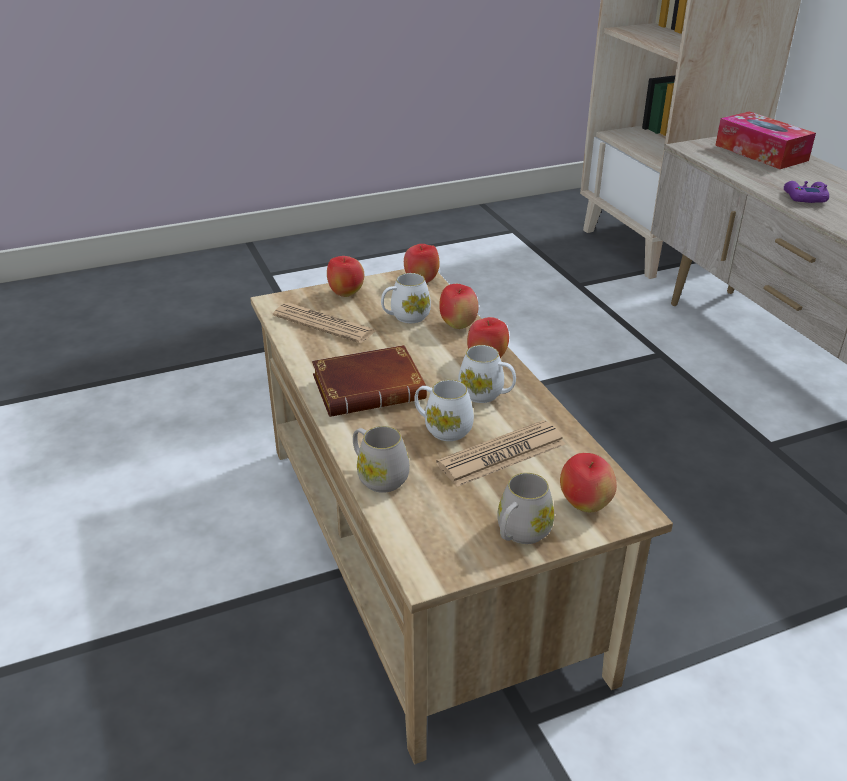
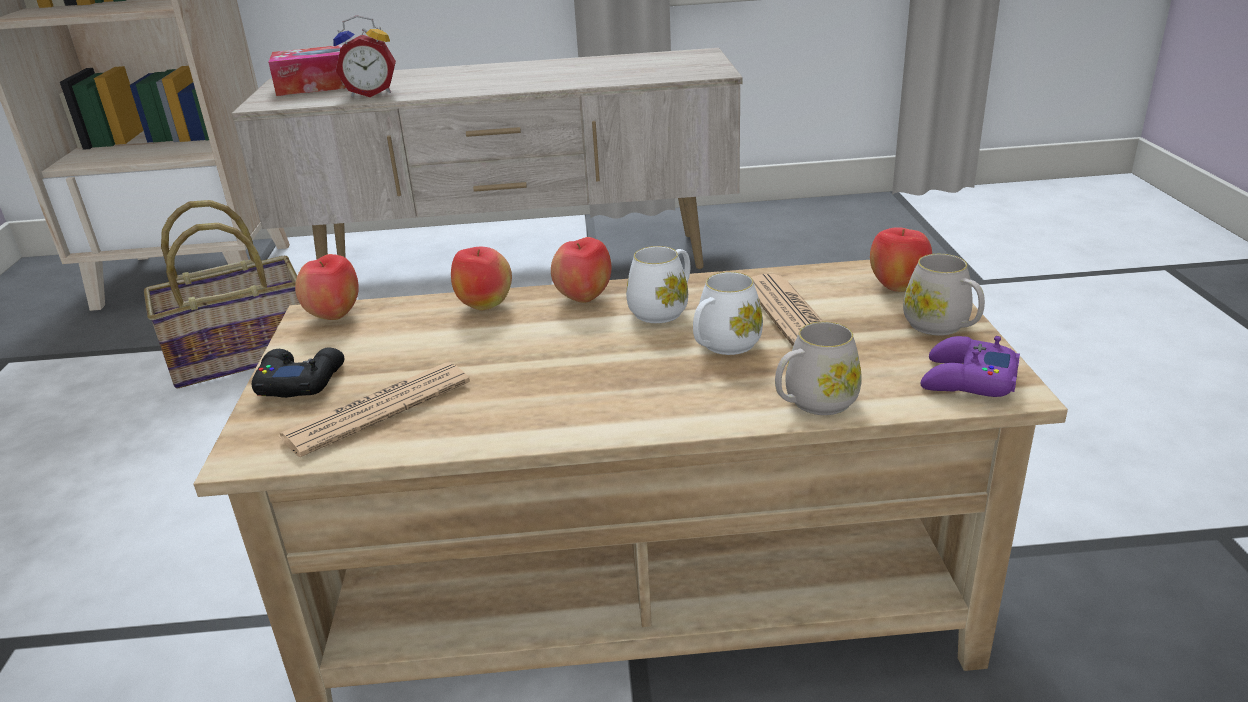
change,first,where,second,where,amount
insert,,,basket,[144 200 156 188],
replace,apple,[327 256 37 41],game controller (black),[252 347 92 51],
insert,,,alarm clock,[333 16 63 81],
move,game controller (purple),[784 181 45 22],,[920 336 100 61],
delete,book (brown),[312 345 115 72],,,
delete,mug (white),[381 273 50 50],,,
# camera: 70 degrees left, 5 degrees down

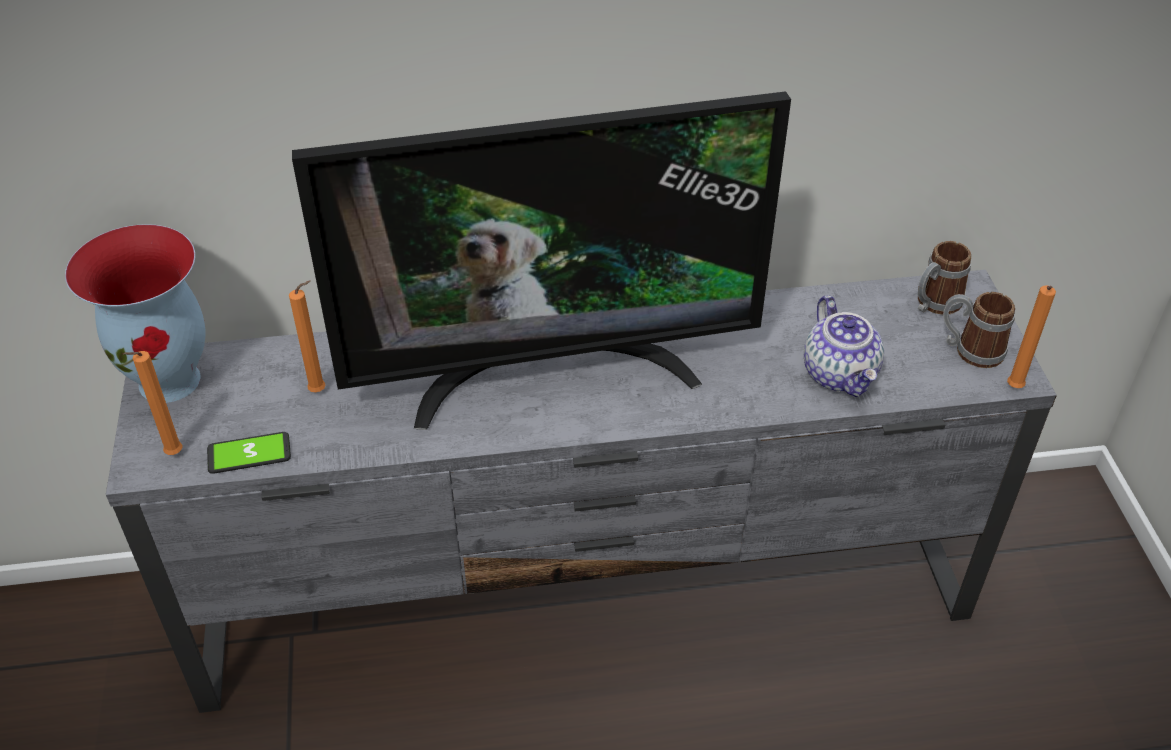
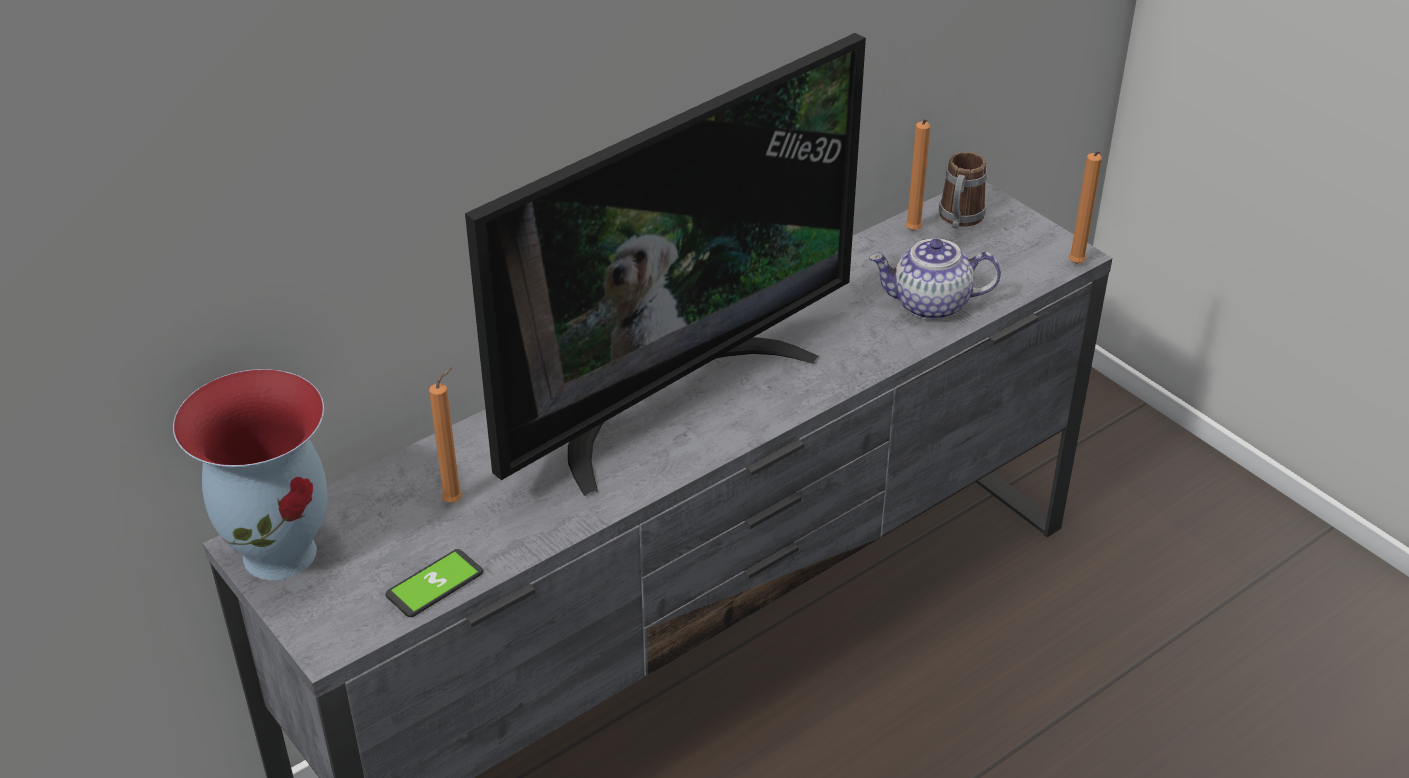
change,first,where,second,where,amount
rotate,teapot,[804 295 80 102],,[869 239 132 81],135 degrees clockwise
move,candle (orange),[123 351 60 104],,[905 119 26 112],
delete,mug,[943 292 72 76],,,
# camera: 30 degrees left, 5 degrees down

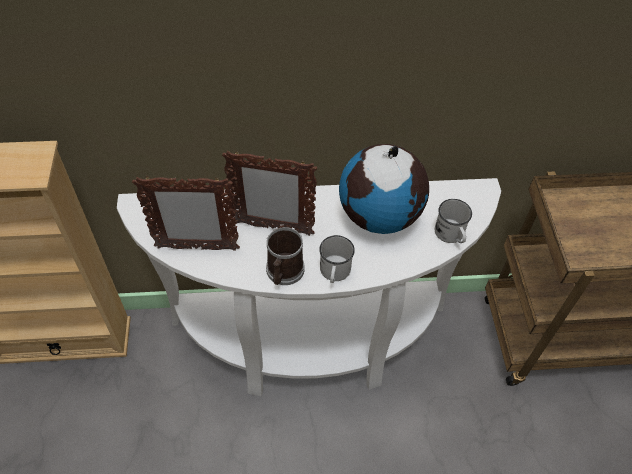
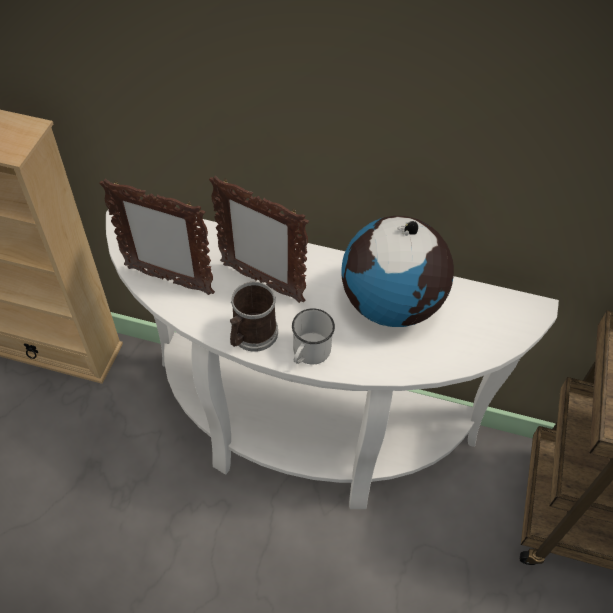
change,first,where,second,where,amount
delete,mug (white),[435 199 37 44],,,
# camera: 20 degrees right, 0 degrees up

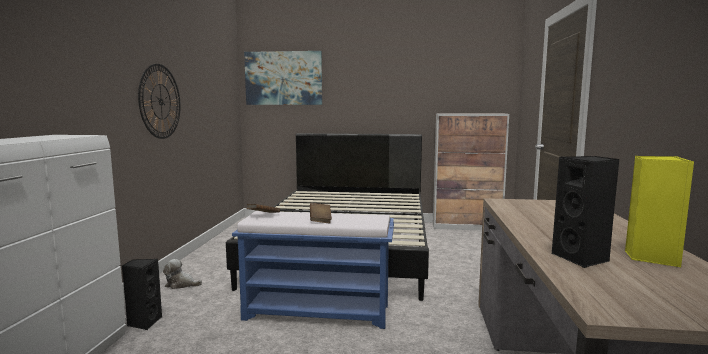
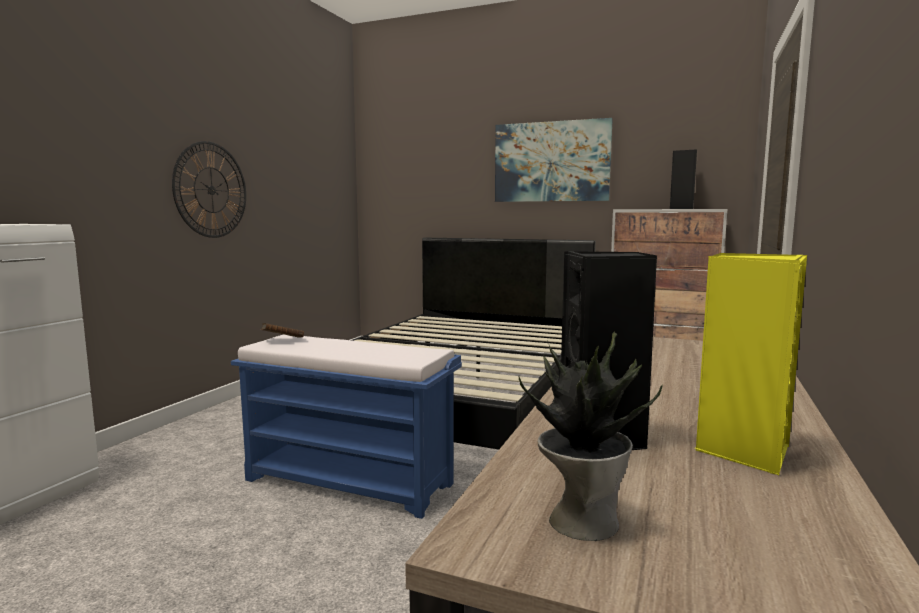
change,first,where,second,where,amount
move,picture,[244 51 78 54],,[495 118 118 84],
insert,,,potted plant,[519 332 144 209],
move,speaker (black),[122 259 40 71],,[670 149 27 60],
delete,plush toy,[163 259 39 30],,,
delete,book (brown),[310 203 22 20],,,
# camera: 15 degrees right, 0 degrees up

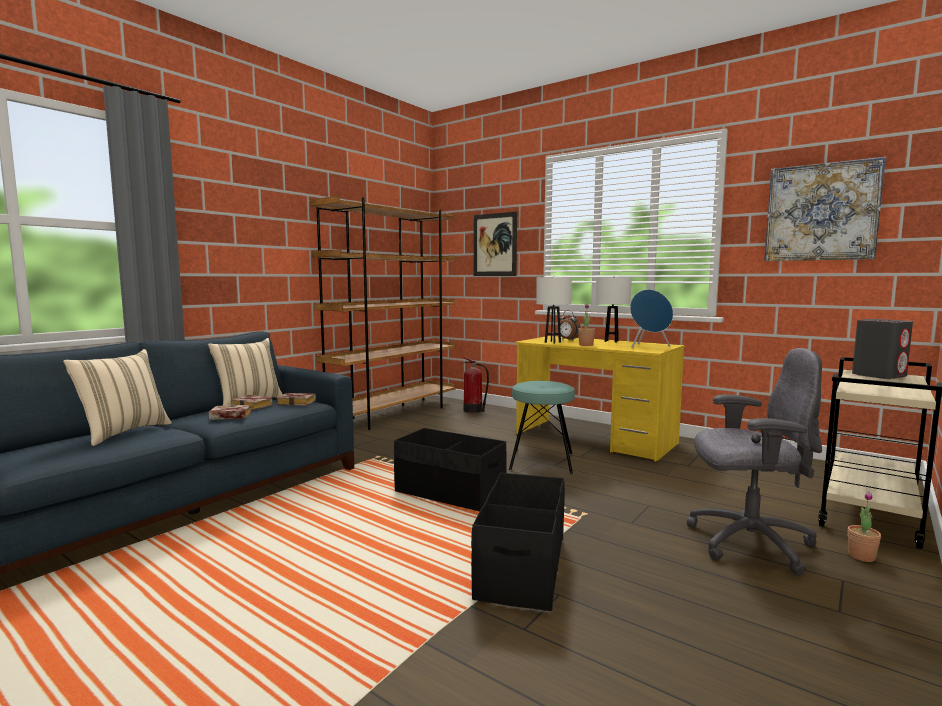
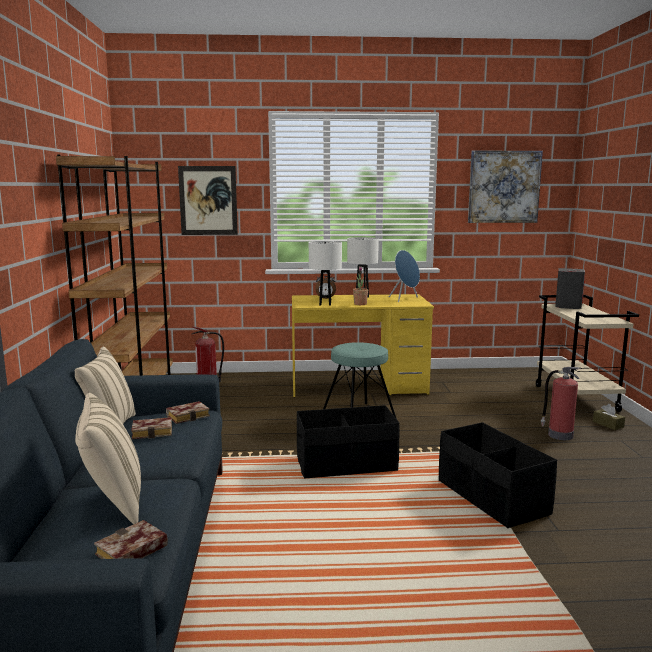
change,first,where,second,where,amount
move,book,[208 404 44 16],,[94 520 74 39],
replace,office chair (grey),[686 348 136 228],fire extinguisher,[541 367 40 73],
replace,potted plant,[848 491 33 71],tissue box (brown),[593 404 32 26],
# camera: 40 degrees left, 5 degrees up

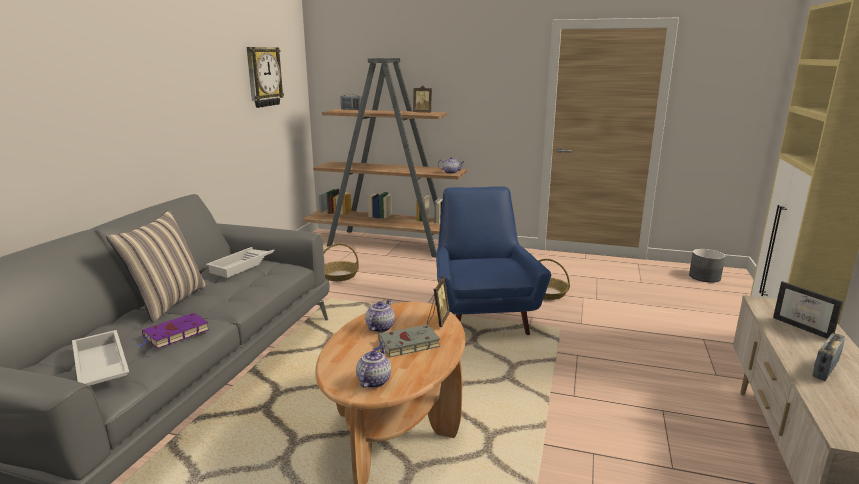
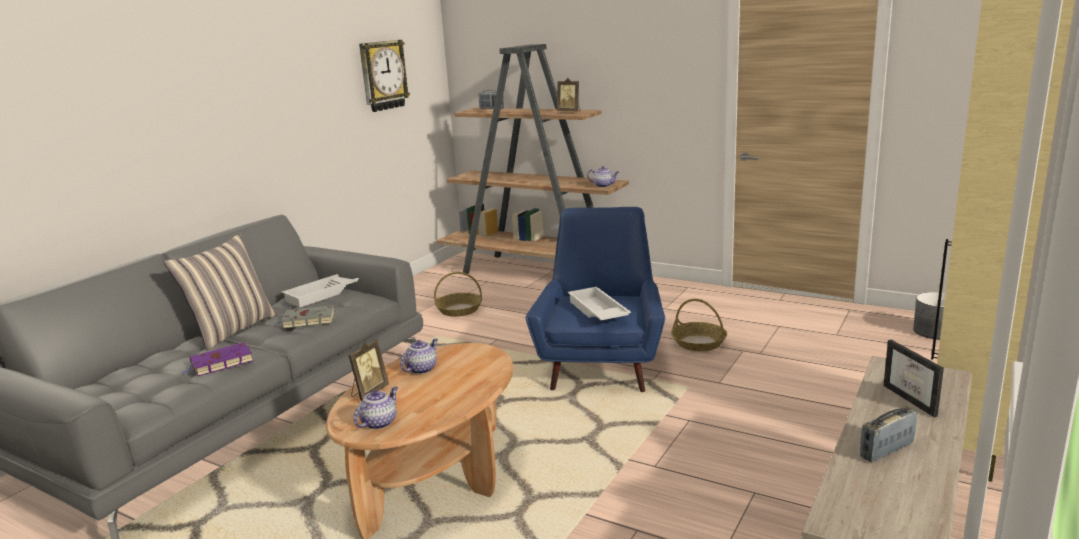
change,first,where,second,where,amount
move,book (grey),[373 324 67 33],,[276 305 59 23],
move,picture frame,[427 276 23 51],,[349 340 40 61],
move,tray (white),[72 330 58 56],,[568 287 63 33],
# camera: 15 degrees right, 0 degrees up

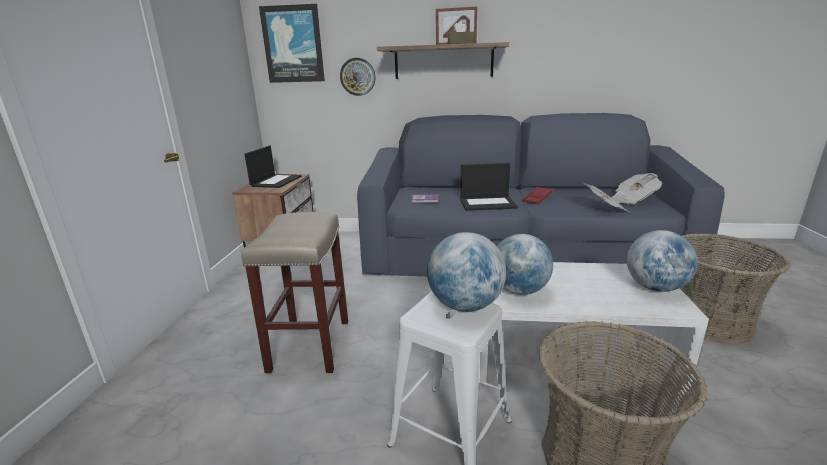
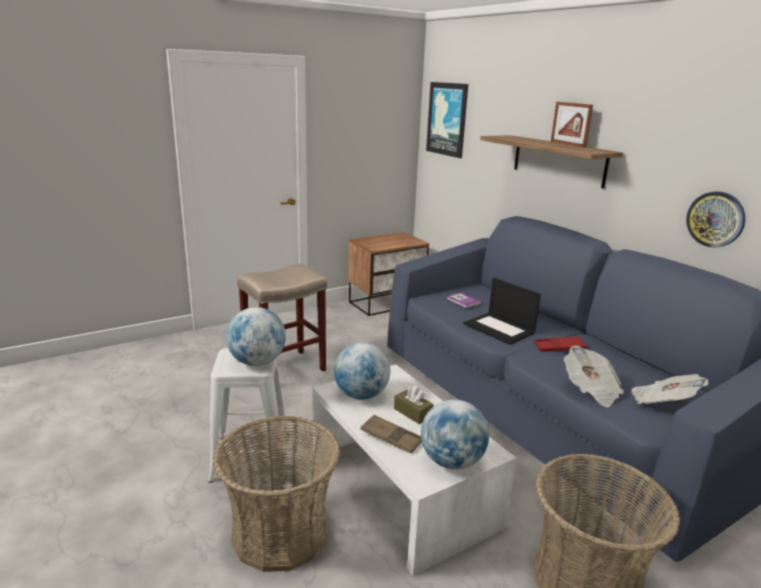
change,first,where,second,where,amount
insert,,,tray (brown),[361 415 61 39],
move,tissue box (brown),[448 21 26 23],,[394 386 39 38],
move,wall clock,[340 58 36 38],,[686 191 59 56],
delete,laptop,[244 145 57 43],,,
# camera: 50 degrees right, 0 degrees up

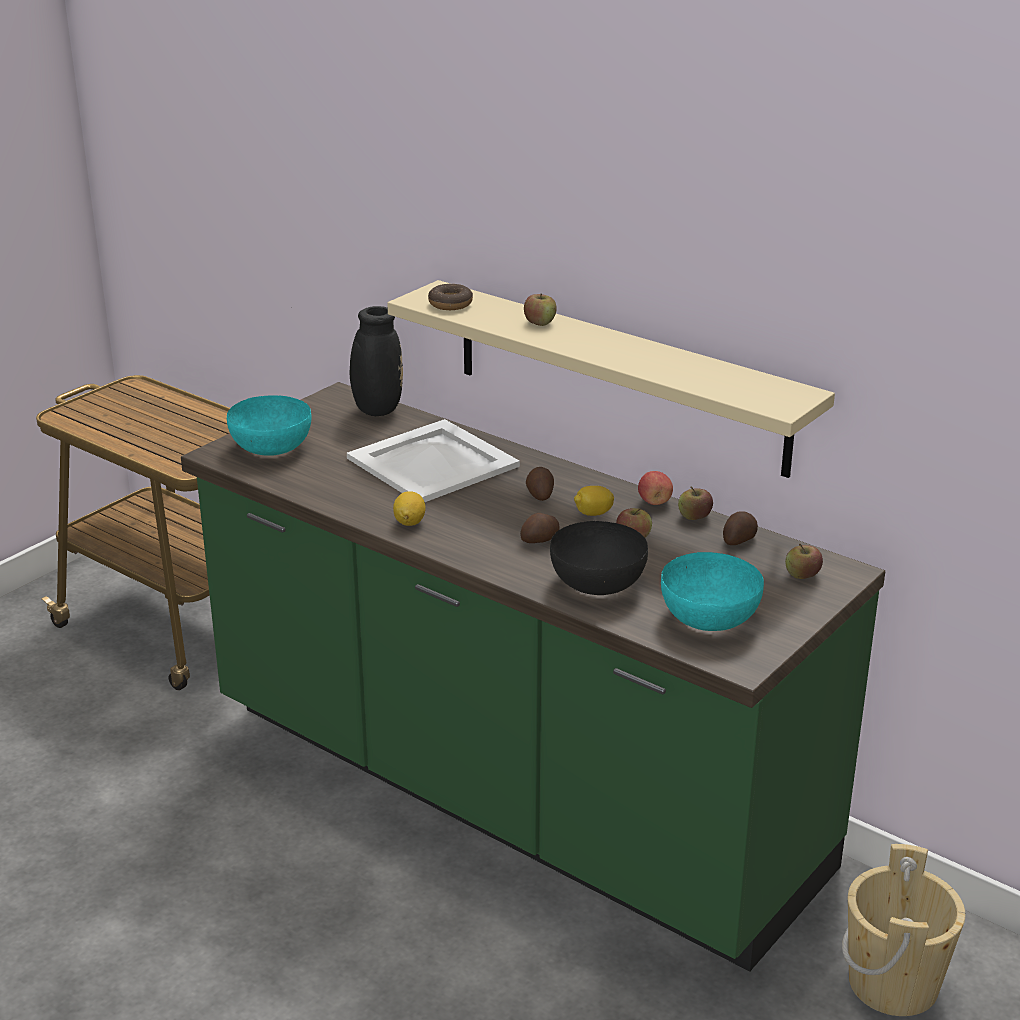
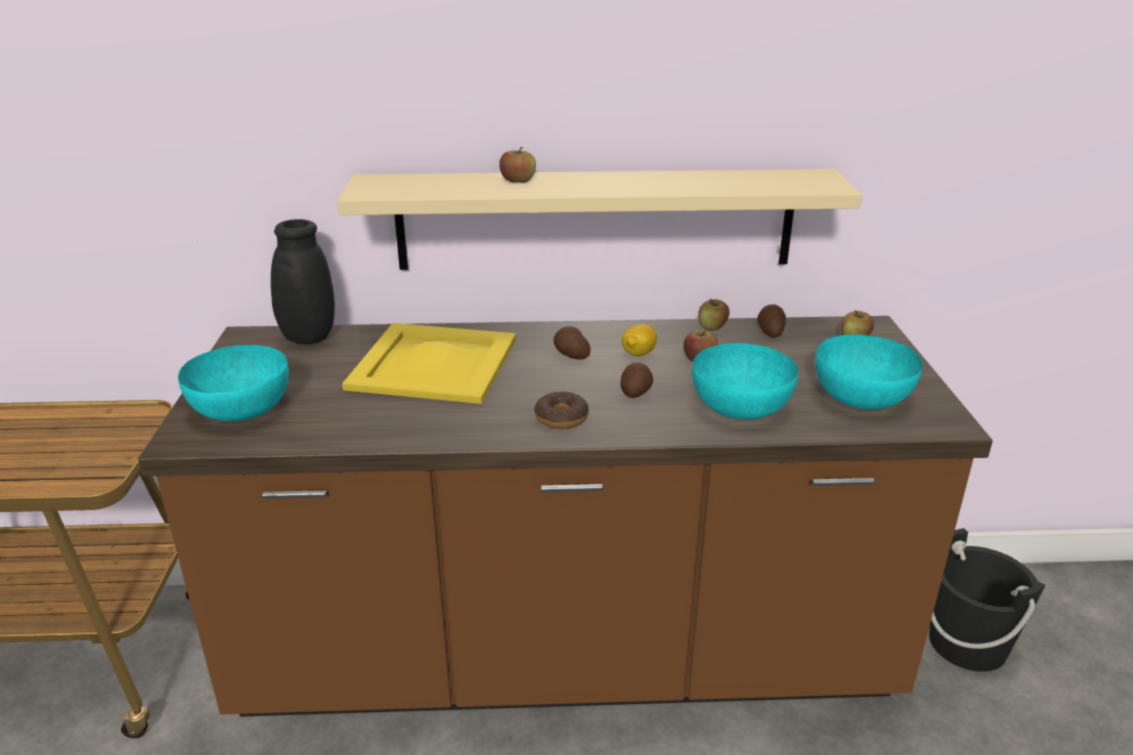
change,first,where,second,where,amount
recolor,counter (green),[181 382 704 590],counter (brown),[138 316 855 401],
recolor,tray (white),[347 419 173 83],tray (yellow),[342 323 174 81],
move,donut,[428 284 45 26],,[535 391 54 38],
recolor,bowl (black),[550 521 98 74],bowl (turquoise),[692 343 106 76],
recolor,bucket (beige),[842 844 123 172],bucket (black),[929 528 117 144],
delete,lemon,[393 491 33 35],,,
delete,apple,[638 471 35 34],,,
# camera: 40 degrees left, 0 degrees up

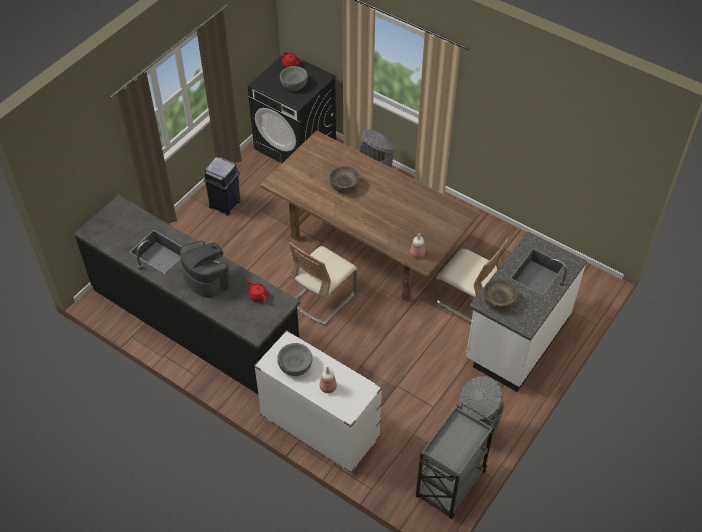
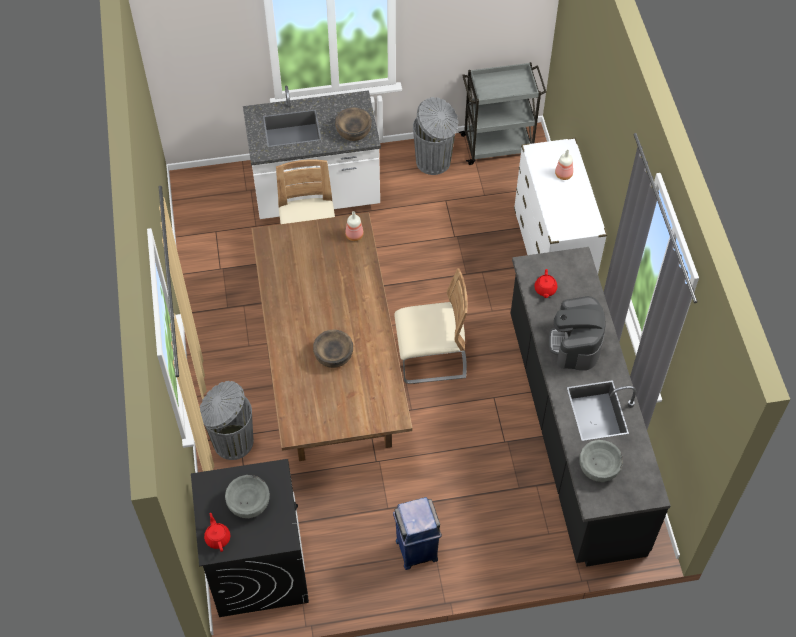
change,first,where,second,where,amount
move,bowl (grey),[277 343 35 33],,[579 440 44 42],
# camera: 135 degrees left, 5 degrees up

